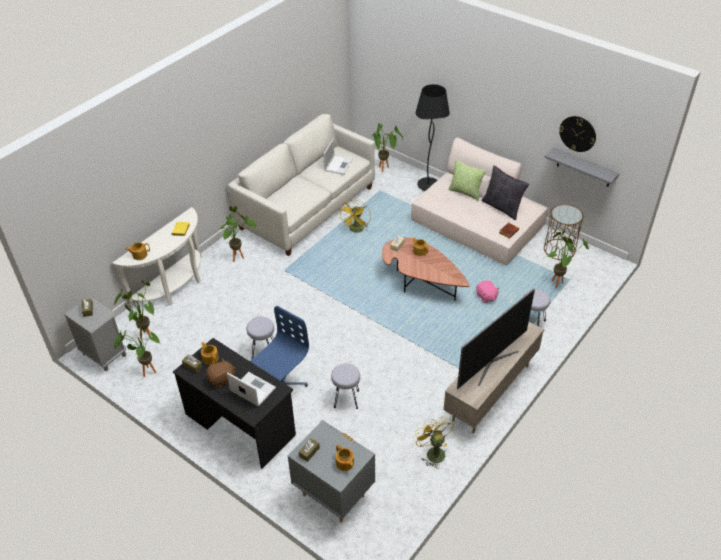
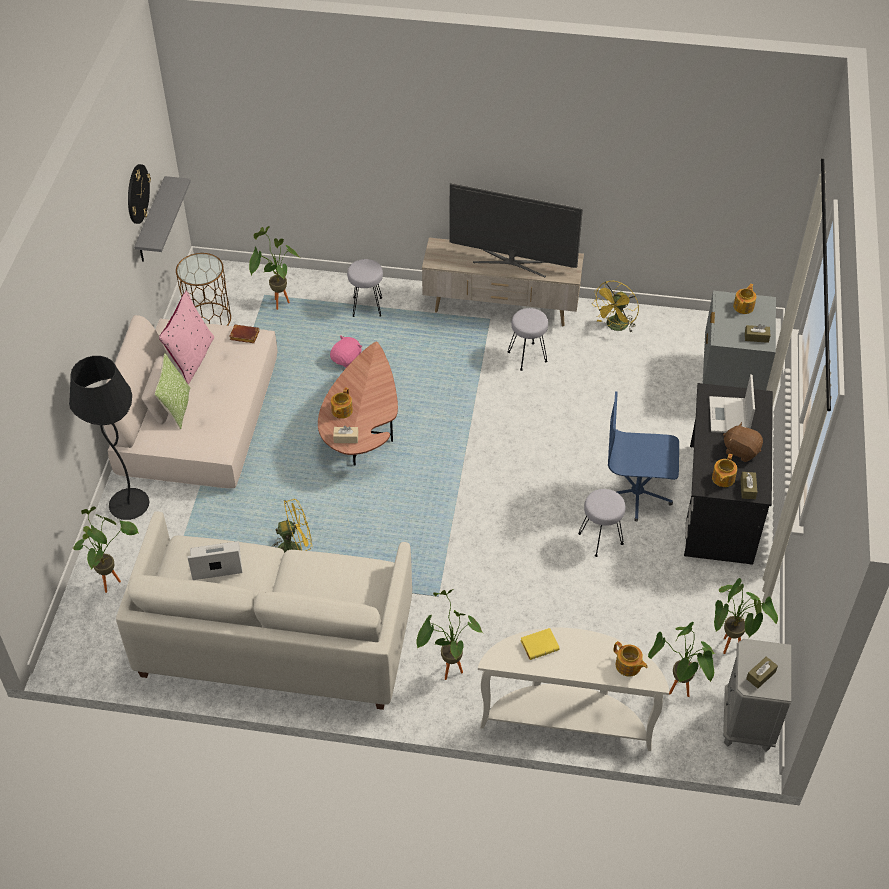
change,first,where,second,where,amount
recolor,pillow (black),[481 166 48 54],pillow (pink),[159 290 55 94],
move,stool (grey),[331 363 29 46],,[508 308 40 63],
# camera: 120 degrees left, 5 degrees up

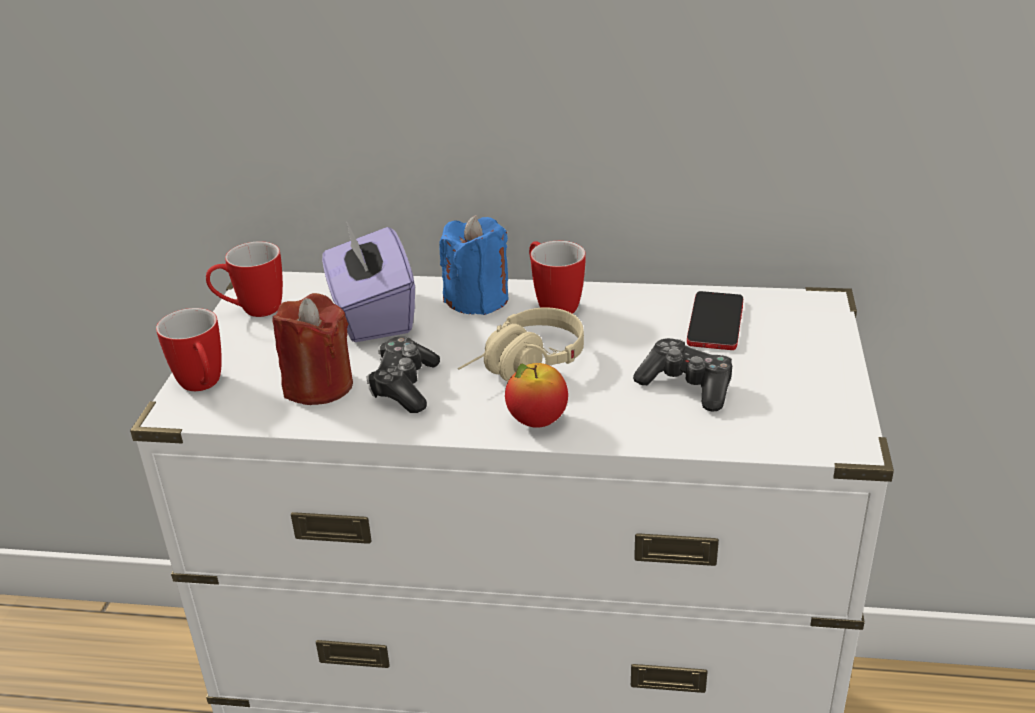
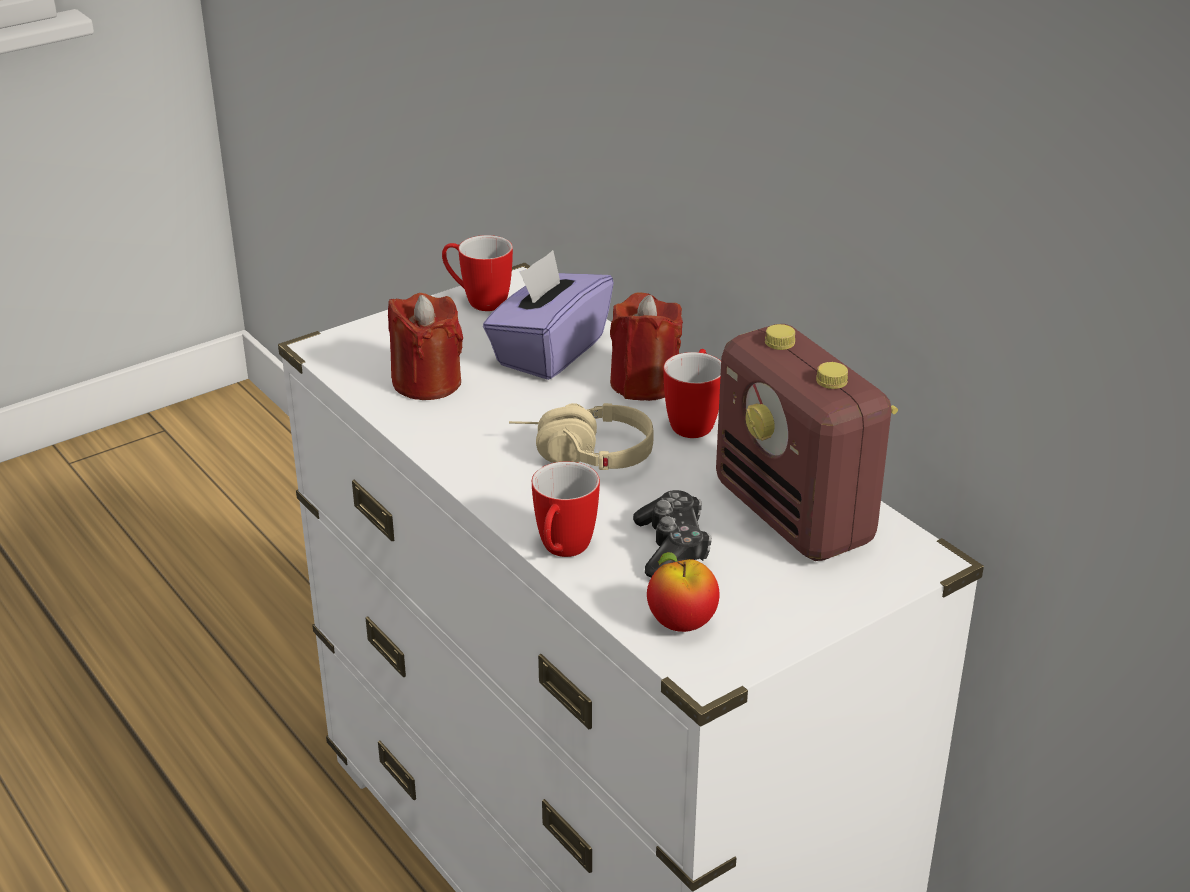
change,first,where,second,where,amount
move,mug,[156 308 66 83],,[532 461 68 96],
recolor,candle (blue),[439 215 70 100],candle (red),[610 292 73 109],
move,apple,[505 363 63 65],,[647 552 73 80],
replace,phone,[687 291 56 59],radio,[716 324 182 237],
delete,game controller,[367 336 73 77],,,
# camera: 45 degrees right, 0 degrees up

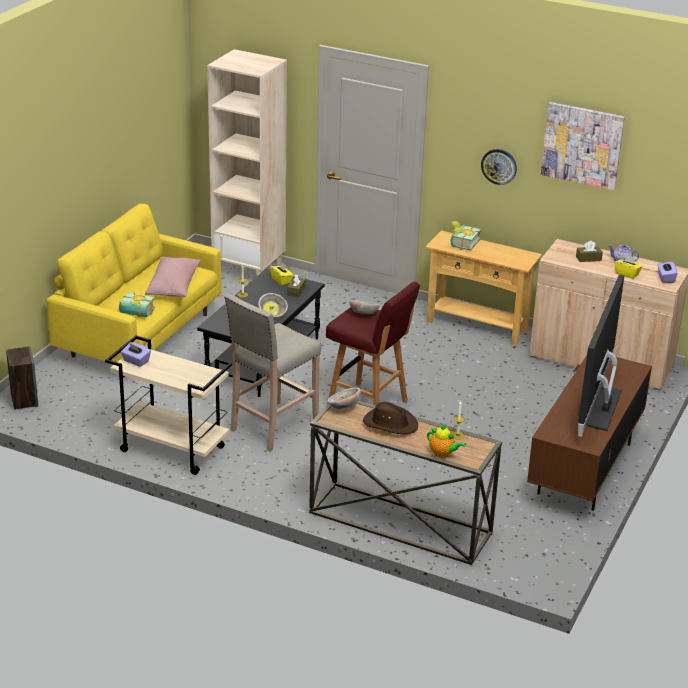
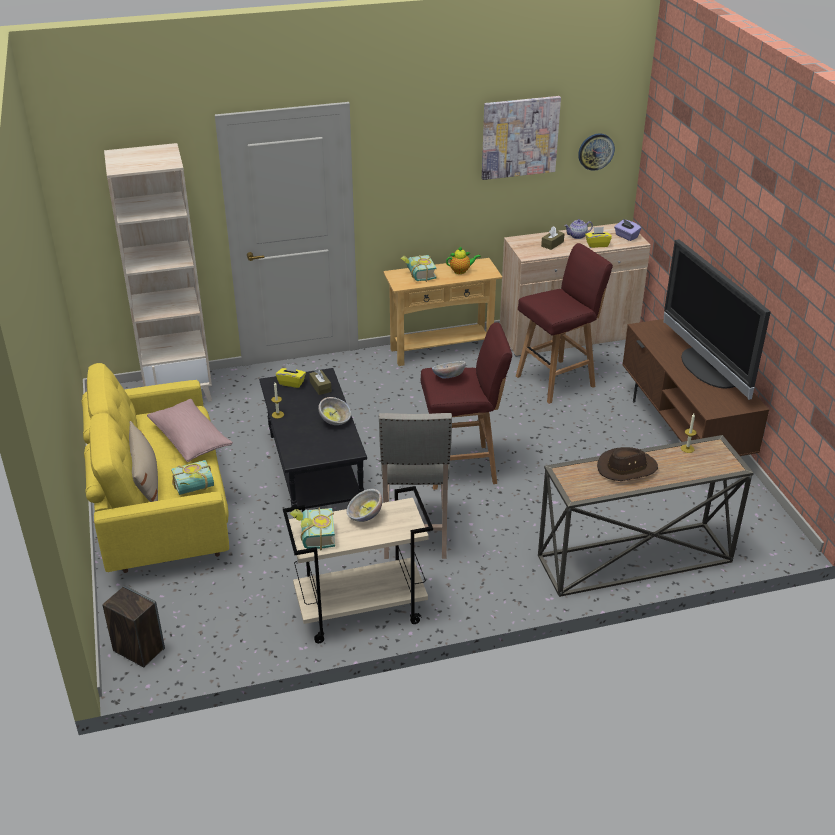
change,first,where,second,where,amount
insert,,,pillow (beige),[129 421 29 81],
replace,tissue box (purple),[121 342 30 25],book,[290 508 45 42],
move,bowl,[328 387 33 23],,[347 489 36 33],
move,teapot,[427 425 39 33],,[446 246 35 28],
insert,,,stool (red),[516 243 97 161],
move,wall clock,[481 149 36 36],,[578 133 37 38],
# camera: 40 degrees left, 5 degrees up

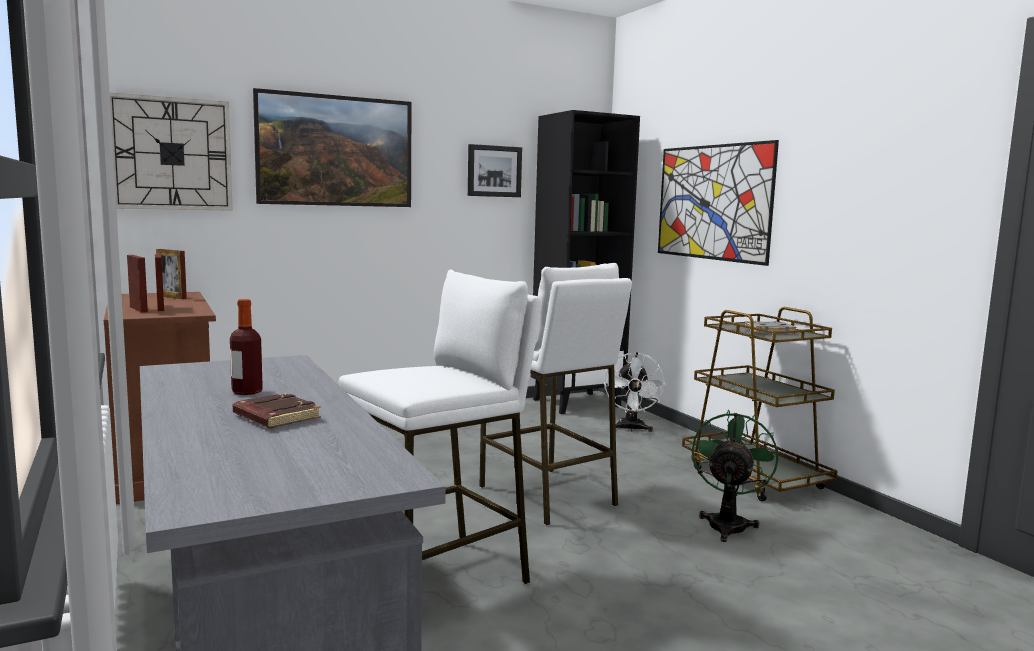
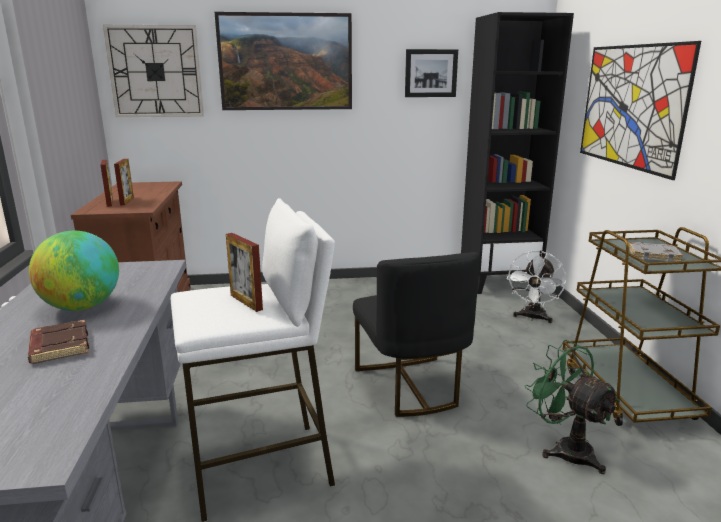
change,first,where,second,where,amount
replace,bottle,[230 299 33 96],globe,[29 231 90 80],
move,picture frame,[156 249 31 50],,[226 233 37 79],
replace,stool (white),[479 263 153 263],chair (black),[353 252 127 165],
rotate,fan (green),[692 410 86 132],,[525 340 95 134],75 degrees counterclockwise
# camera: 20 degrees right, 10 degrees up

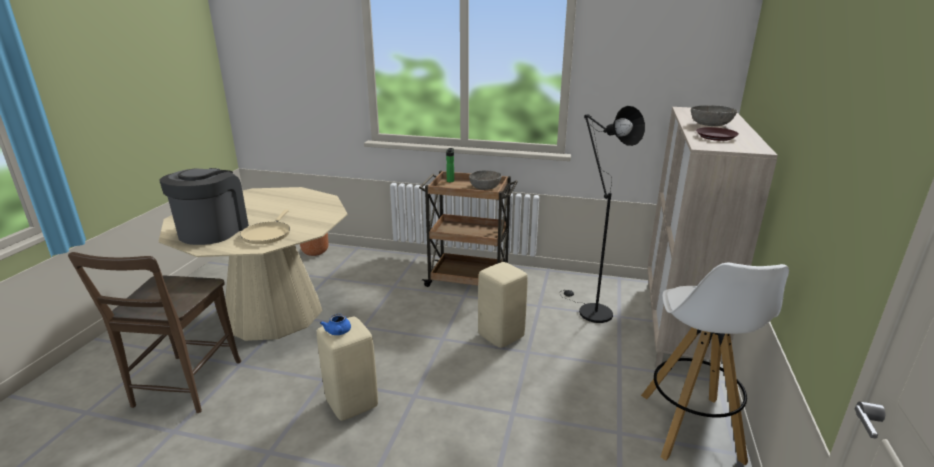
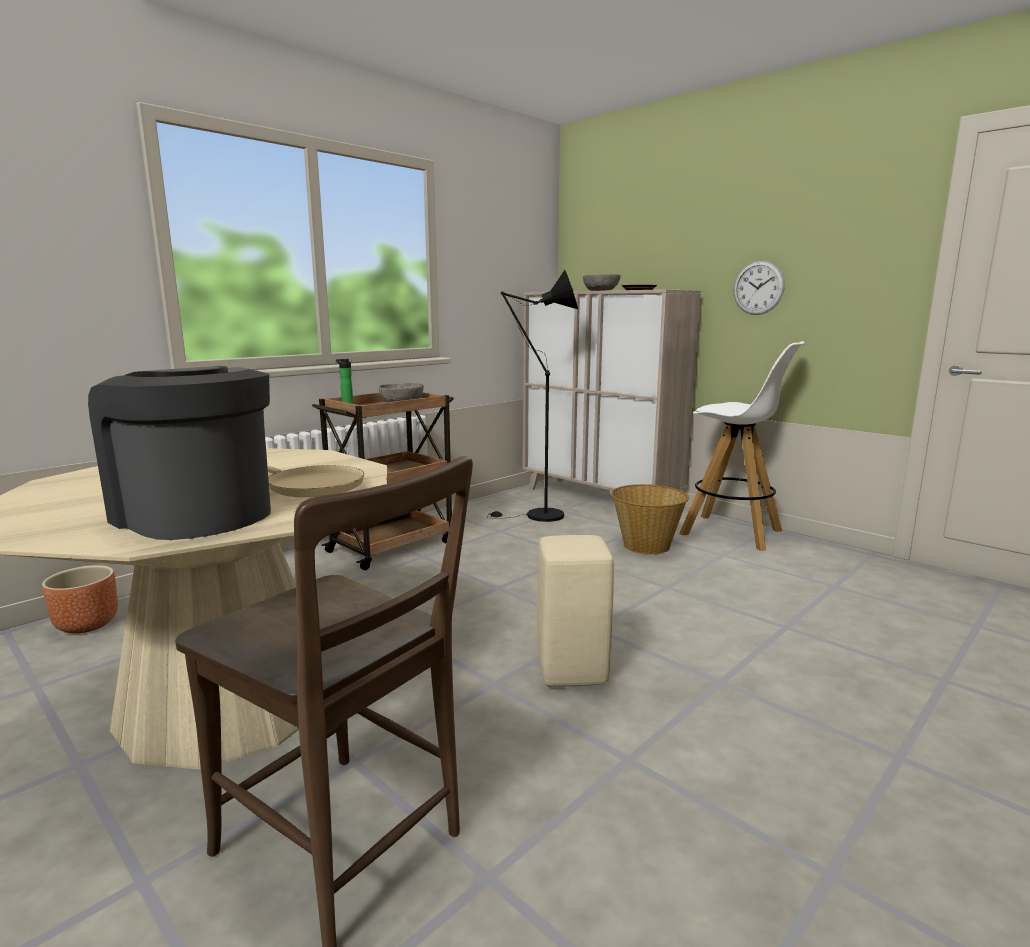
change,first,where,second,where,amount
insert,,,basket,[611 484 78 71],
insert,,,wall clock,[734 261 51 54],
delete,teapot (blue),[320 314 31 21],,,
delete,stool (beige),[478 262 50 86],,,
# camera: 60 degrees left, 10 degrees down

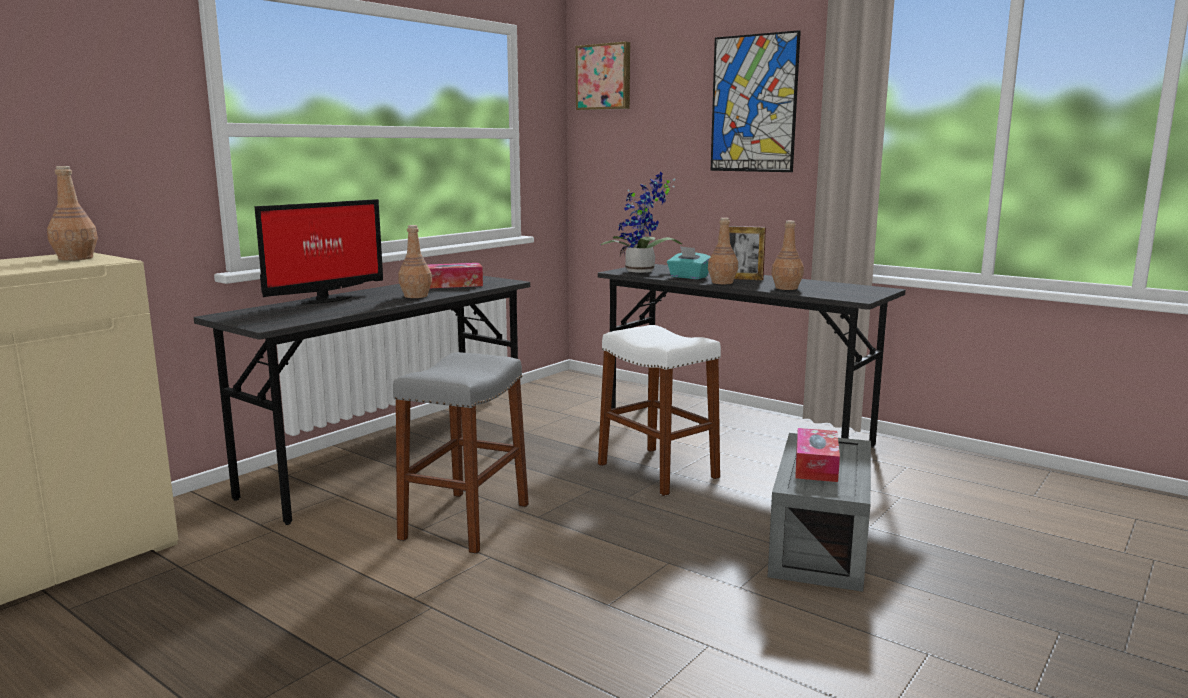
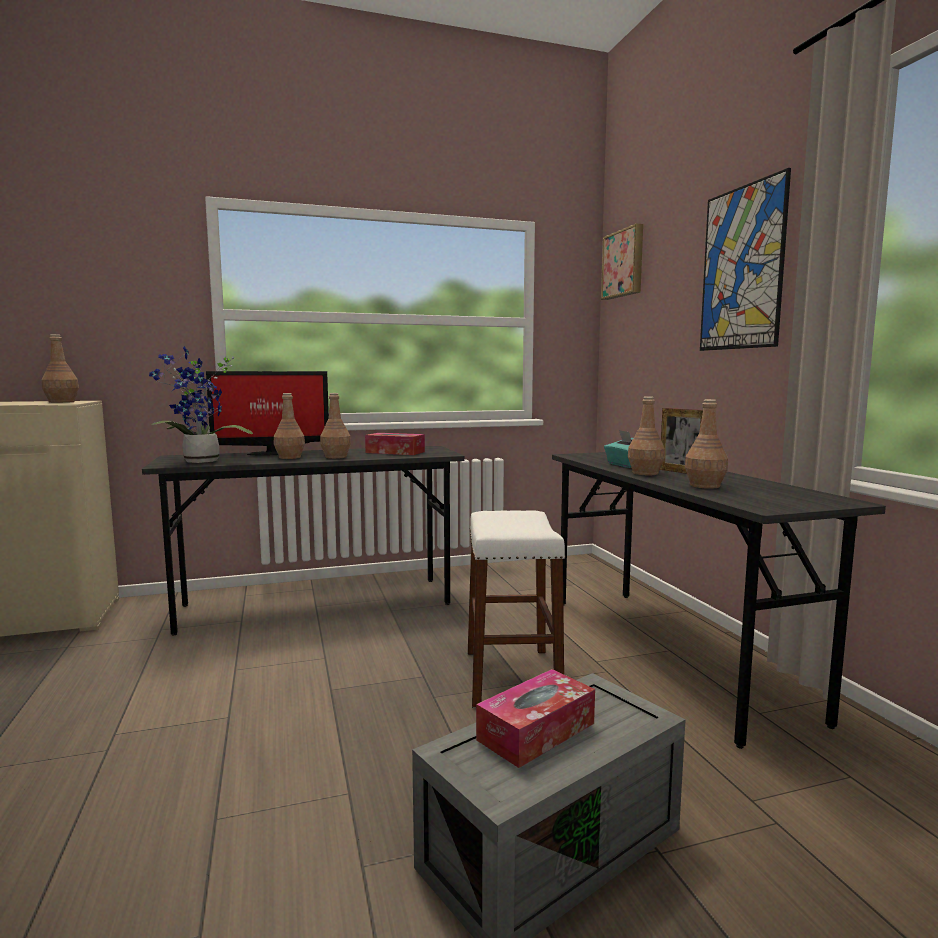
change,first,where,second,where,amount
move,potted plant,[600 172 82 101],,[149 346 104 117],
insert,,,bottle (brown),[274 393 31 66],
delete,stool (grey),[393 352 136 202],,,
# camera: 35 degrees right, 5 degrees down

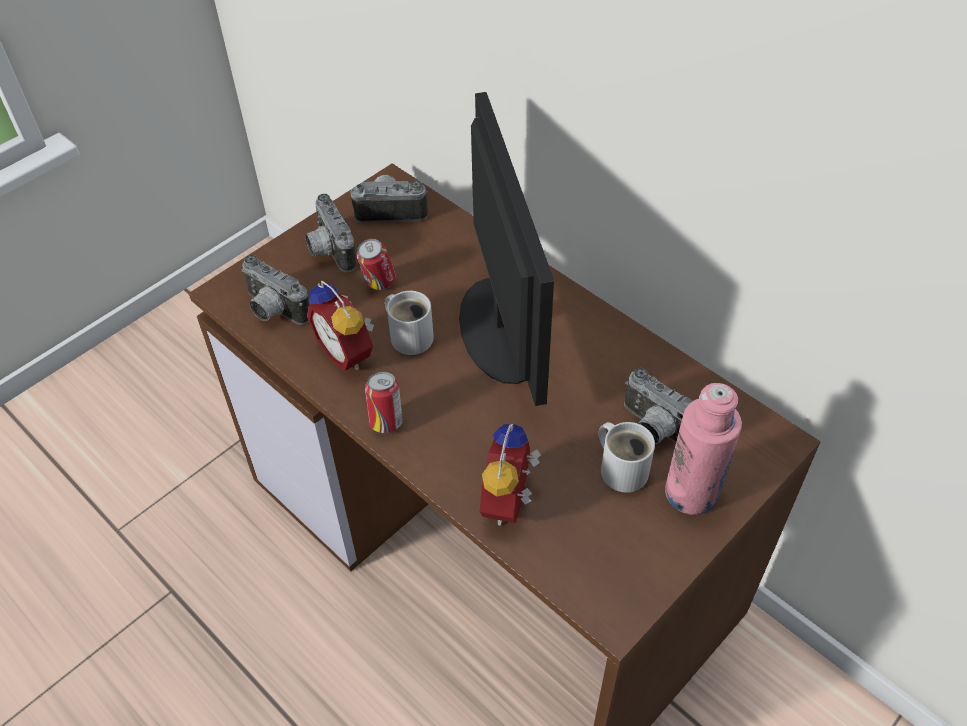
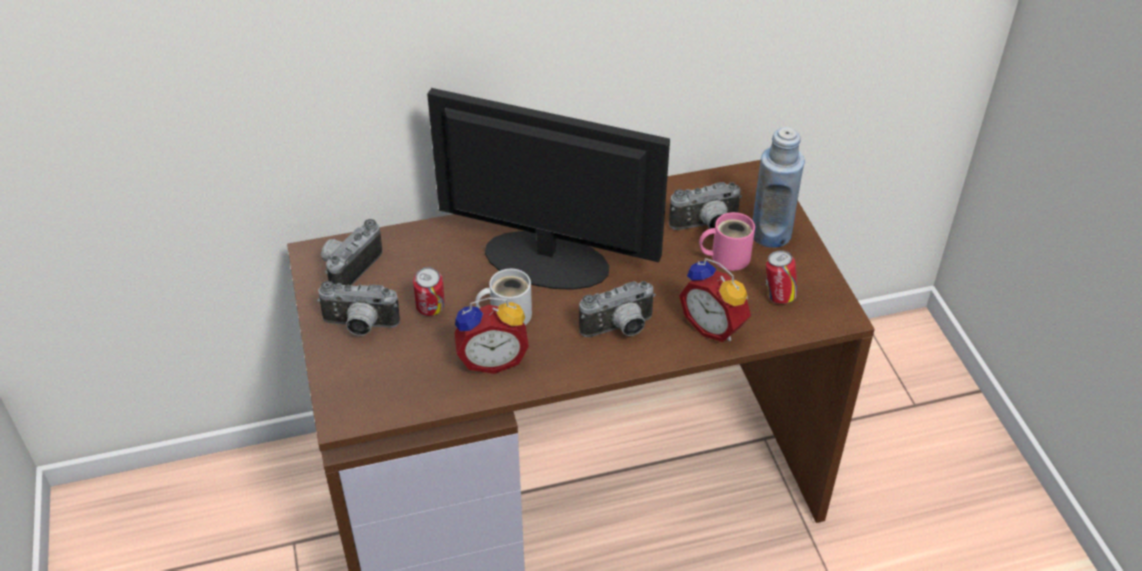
change,first,where,second,where,amount
move,photo camera,[241 255 68 70],,[579 281 77 56],
recolor,mug (white),[599 422 56 71],mug (pink),[699 212 56 59],
recolor,bottle (pink),[665 383 77 132],bottle (blue),[753 127 52 121],
move,can,[365 372 38 61],,[766 250 32 54],
# camera: 60 degrees left, 5 degrees down

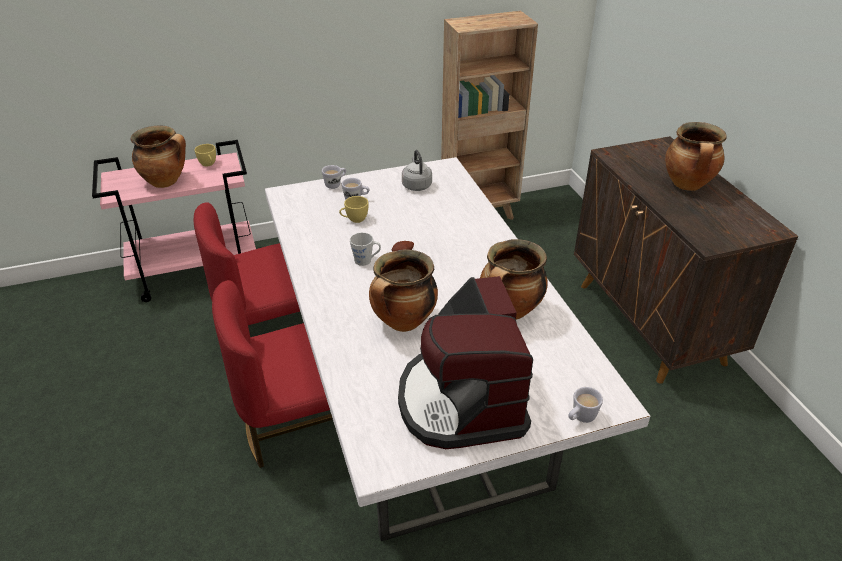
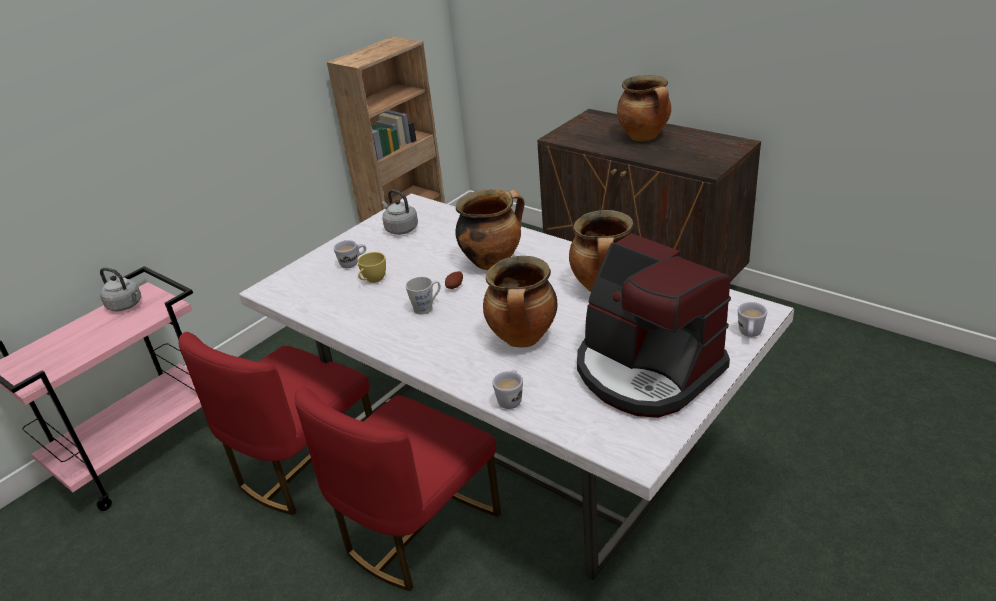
change,first,where,second,where,amount
replace,cup (yellow),[195 144 21 22],kettle (grey),[100 268 41 44],
move,cooking pot,[131 126 55 62],,[455 189 69 81],
move,mug (white),[322 165 24 24],,[492 370 31 39],
# camera: 30 degrees left, 5 degrees down

